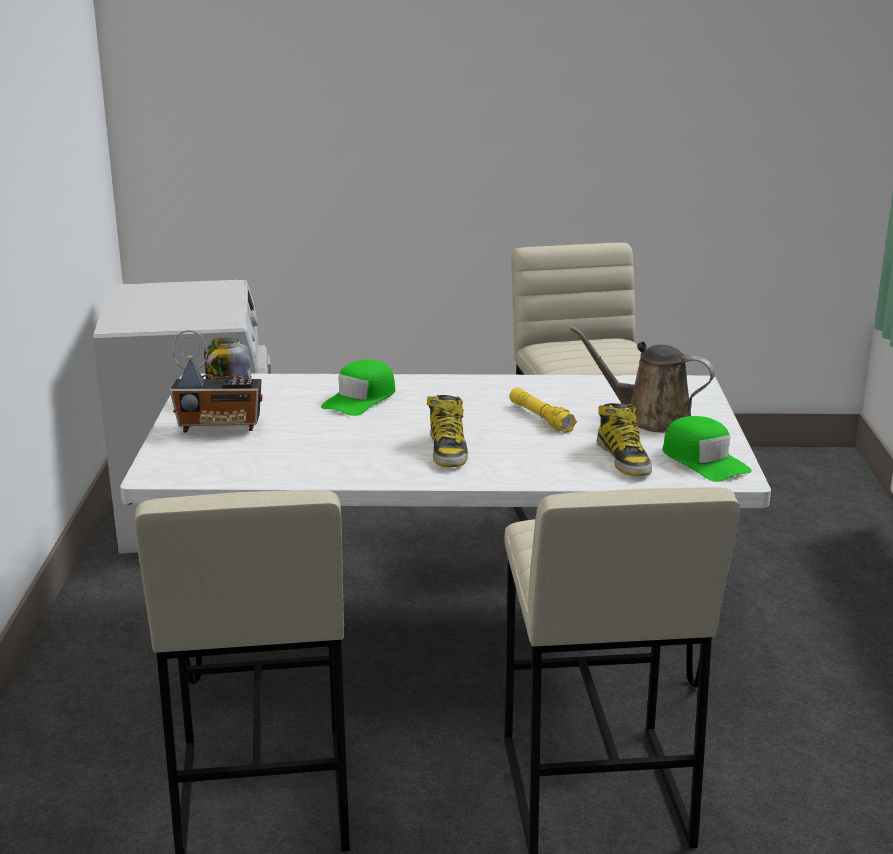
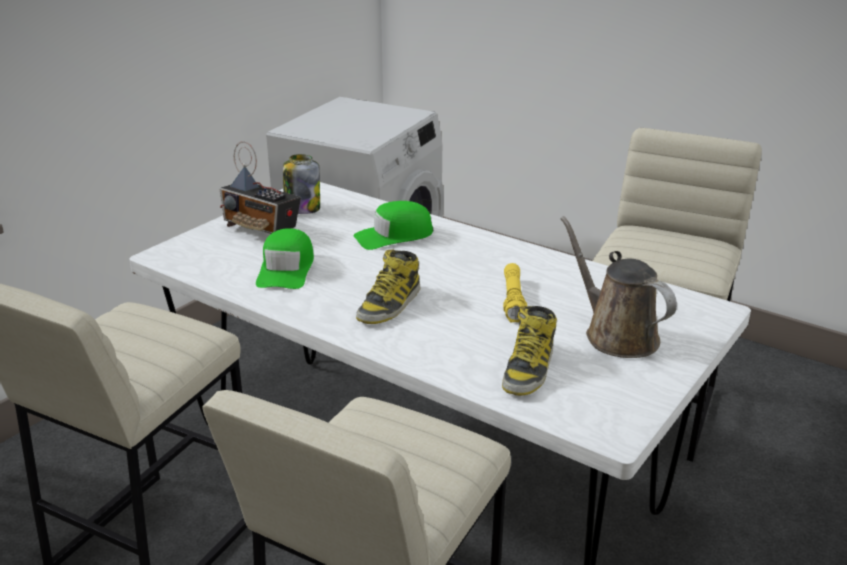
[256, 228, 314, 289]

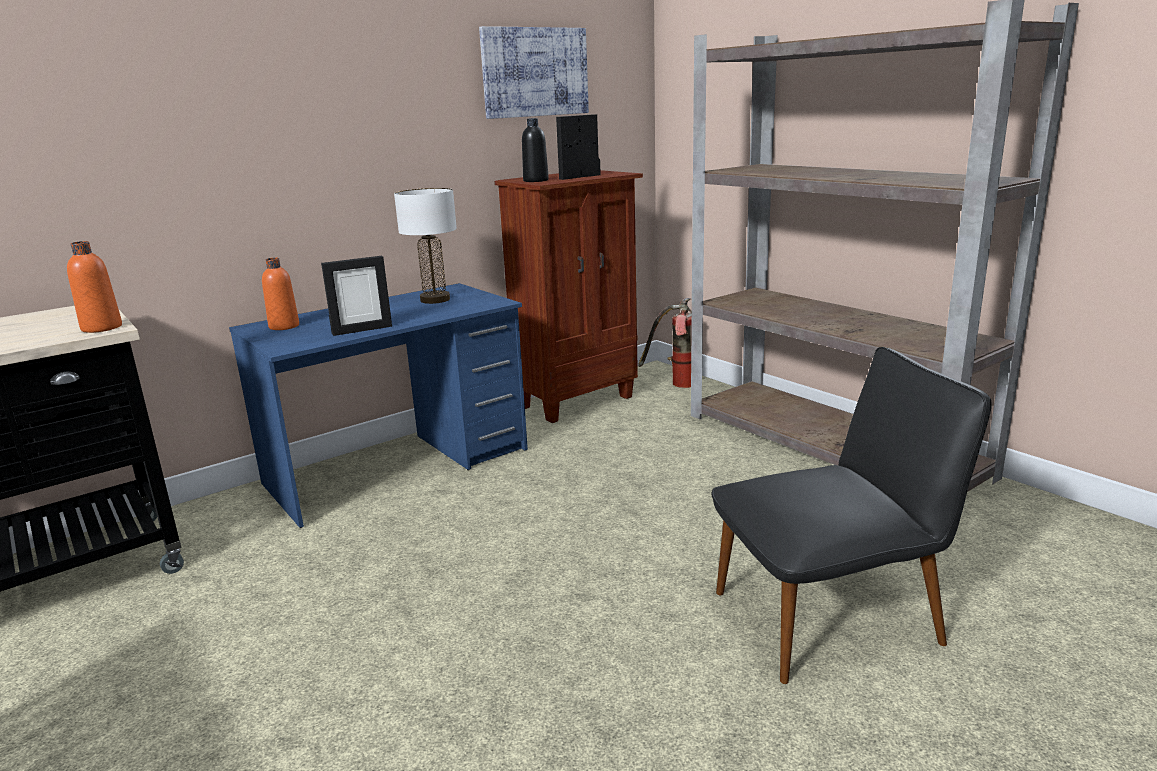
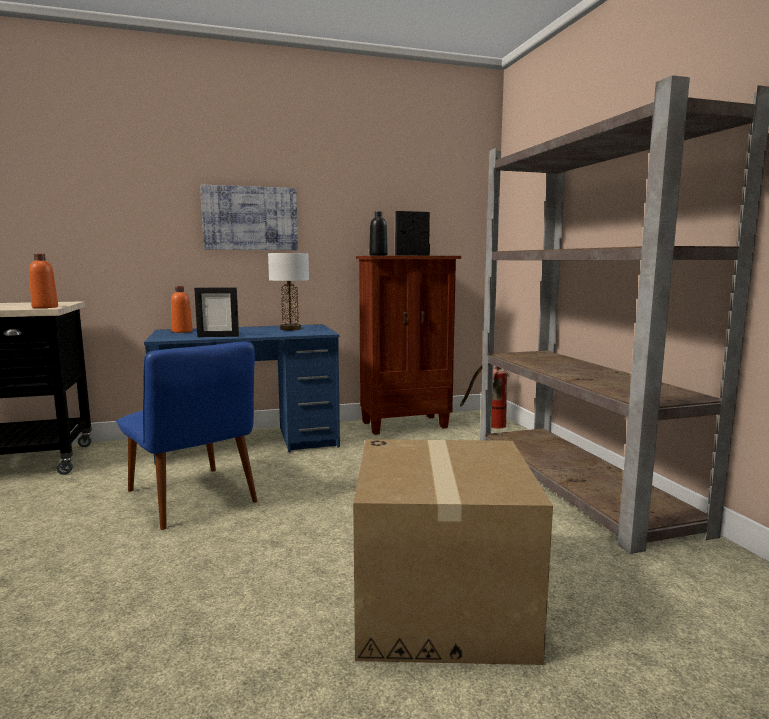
[116, 342, 257, 530]
[200, 184, 298, 250]
[353, 439, 553, 665]

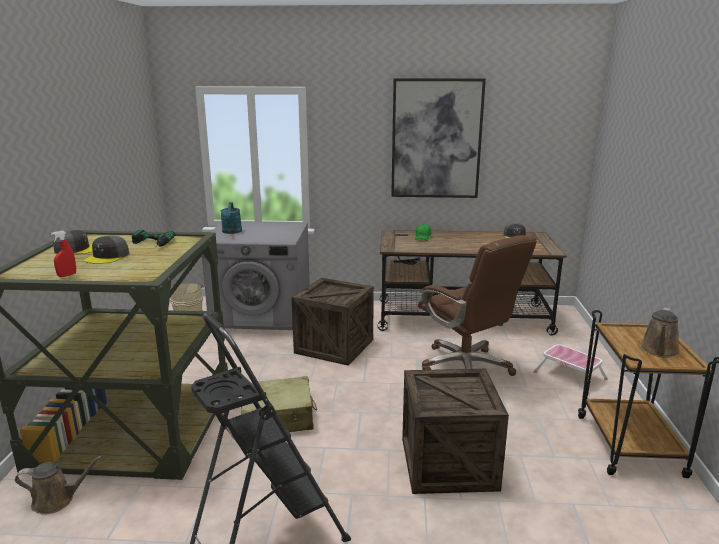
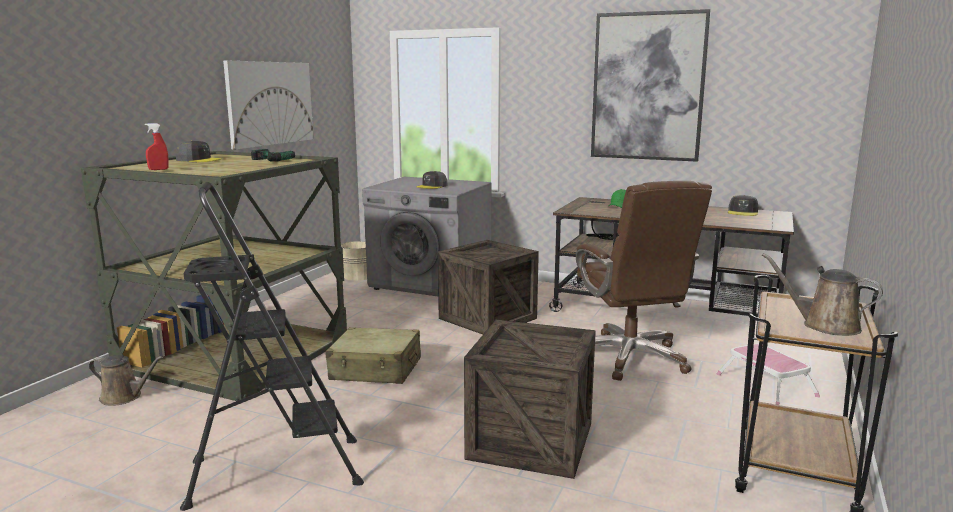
[220, 202, 242, 234] (first image)
[223, 60, 313, 150]
[417, 171, 448, 189]
[762, 253, 883, 336]

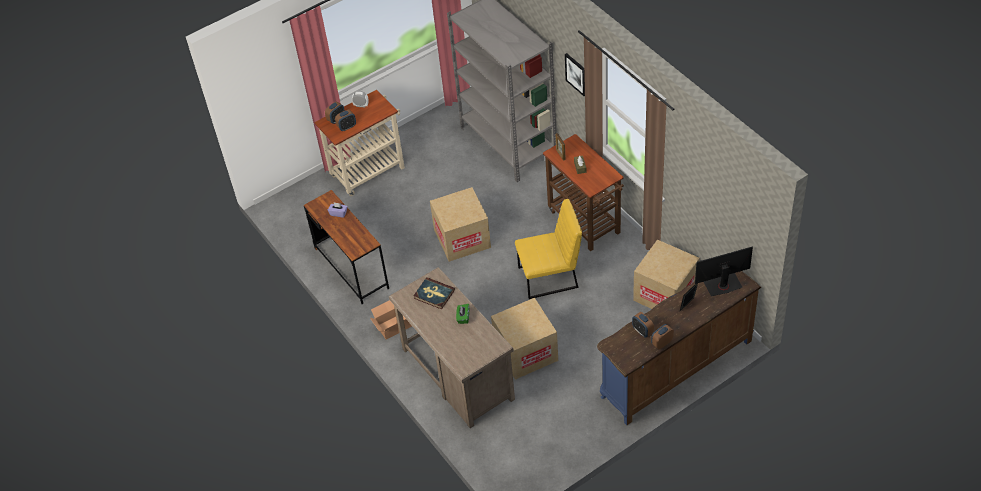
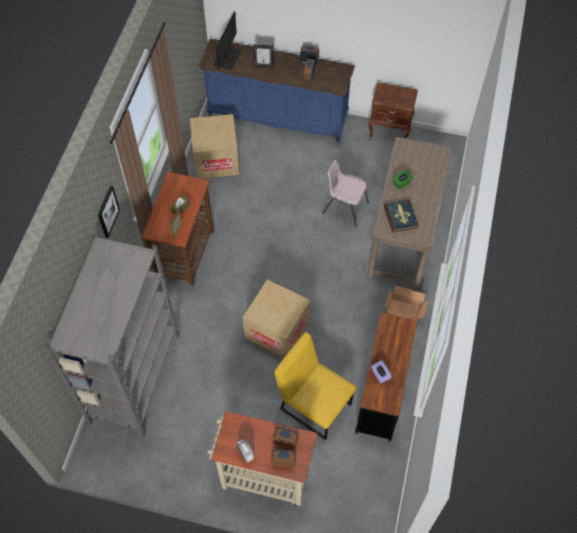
[368, 83, 418, 141]
[274, 332, 356, 440]
[322, 160, 369, 228]
[213, 11, 242, 70]

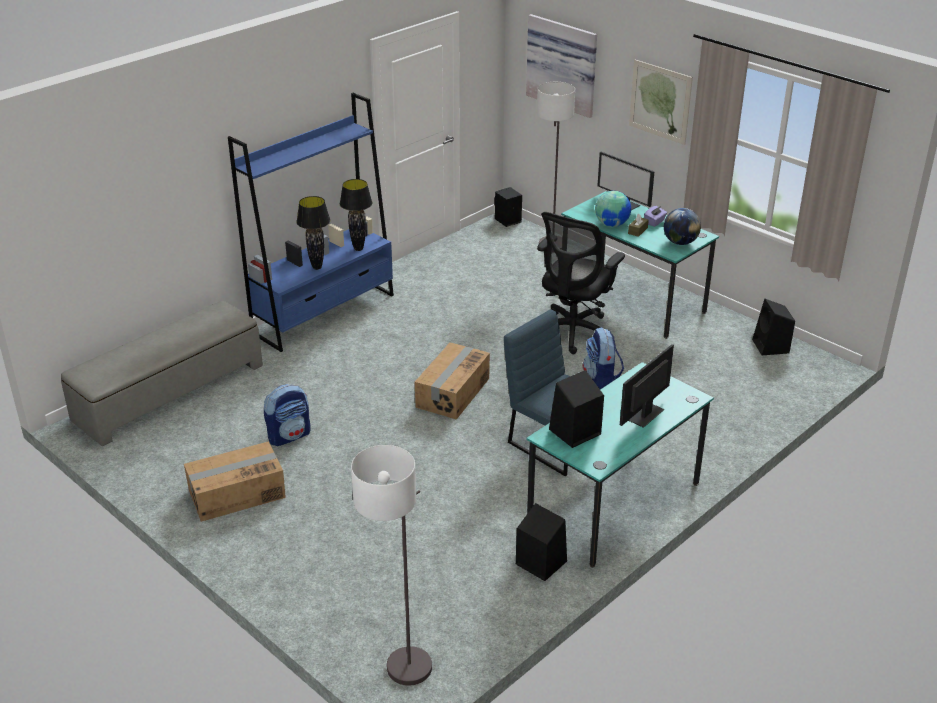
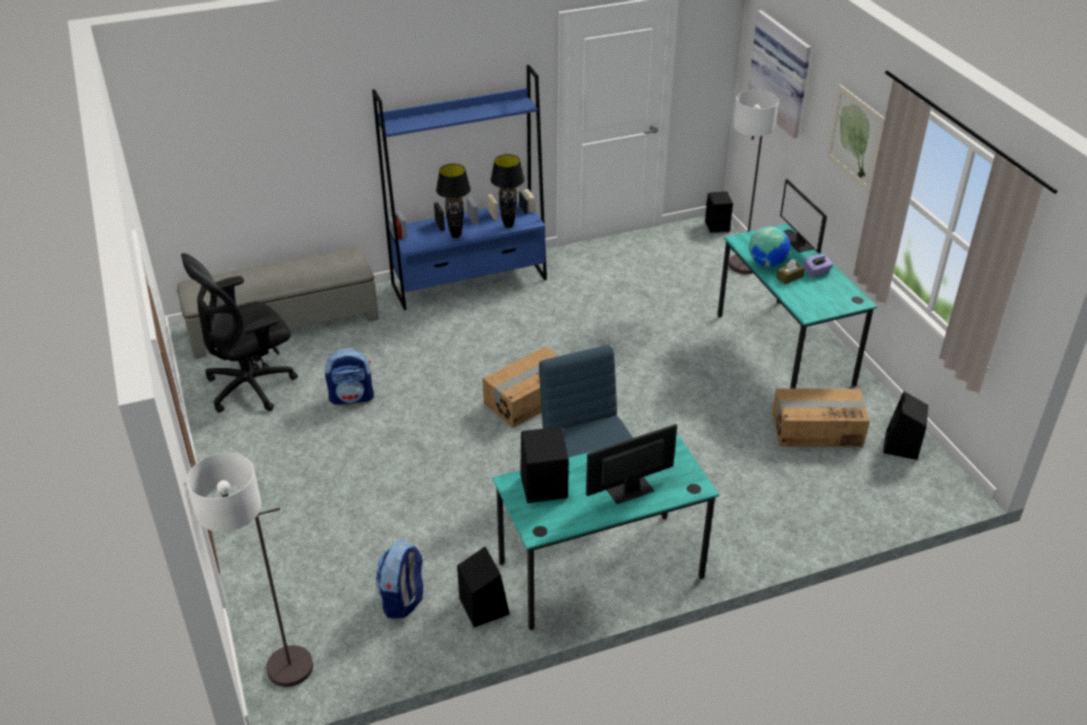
[664, 208, 701, 245] (first image)
[773, 388, 870, 447]
[181, 253, 298, 413]
[376, 540, 423, 618]

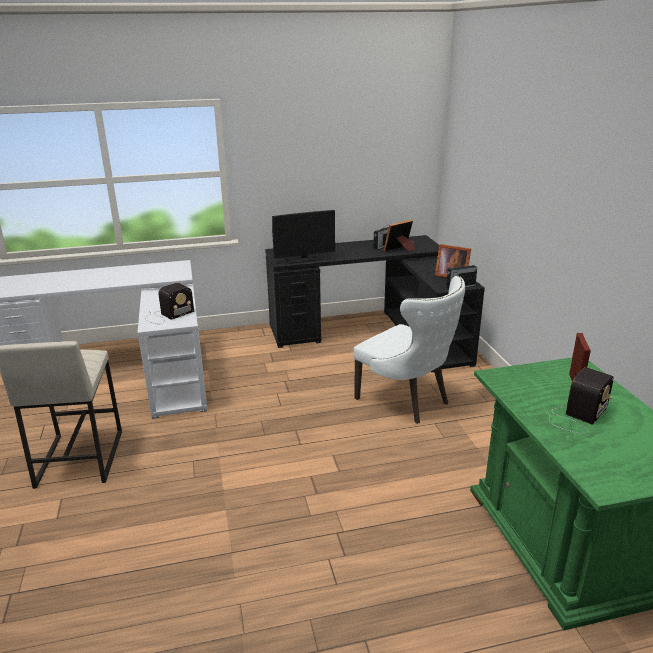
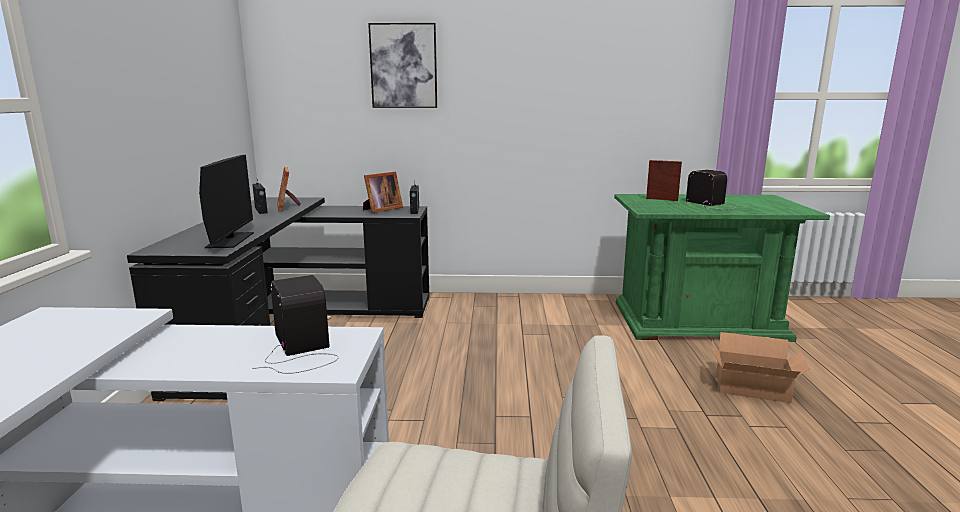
[354, 276, 465, 424] (first image)
[368, 23, 437, 108]
[712, 332, 810, 403]

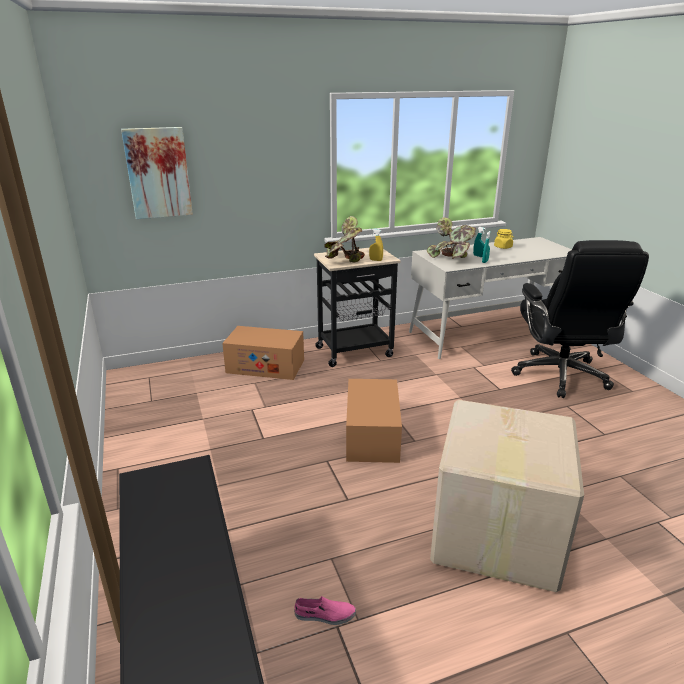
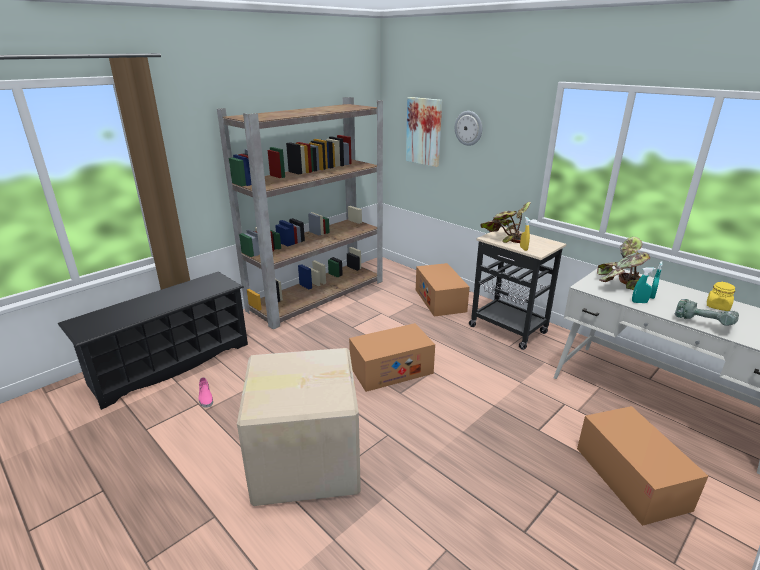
[217, 97, 383, 329]
[455, 111, 482, 146]
[675, 299, 739, 326]
[577, 406, 708, 526]

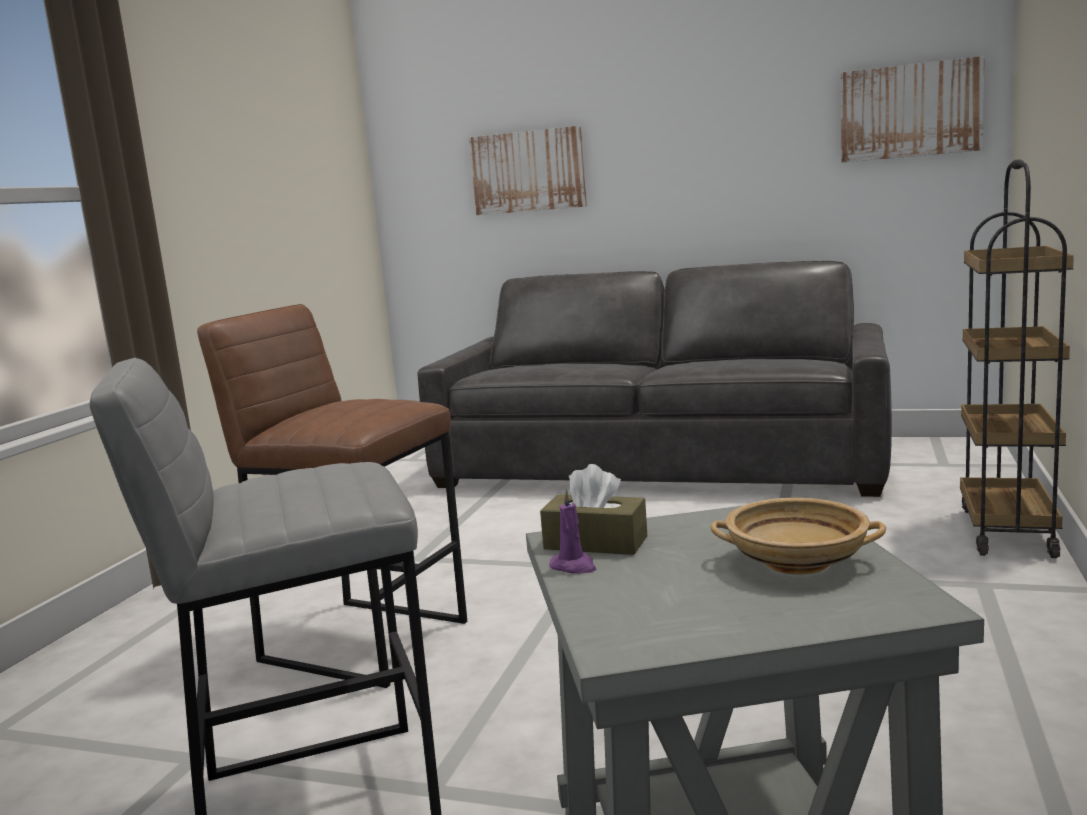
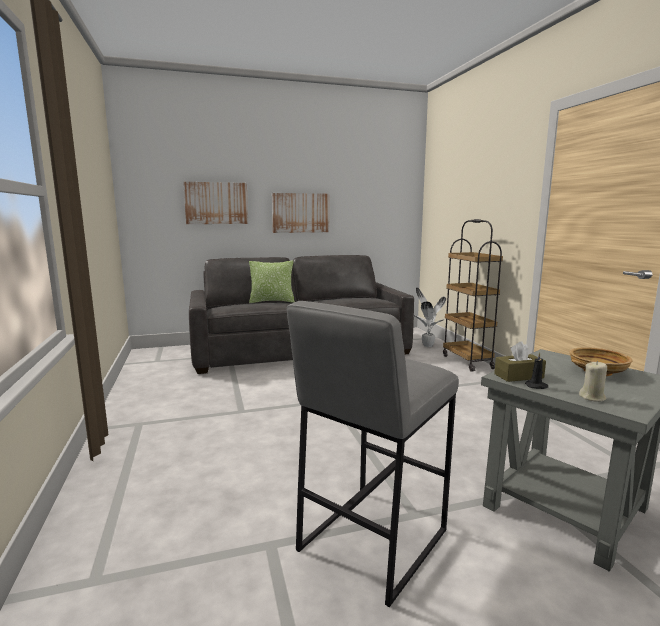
[197, 304, 467, 688] (first image)
[249, 260, 295, 303]
[414, 287, 446, 347]
[579, 361, 607, 402]
[272, 193, 329, 233]
[525, 352, 548, 389]

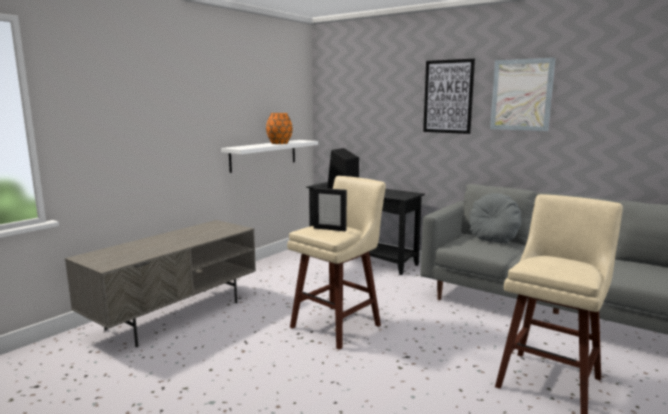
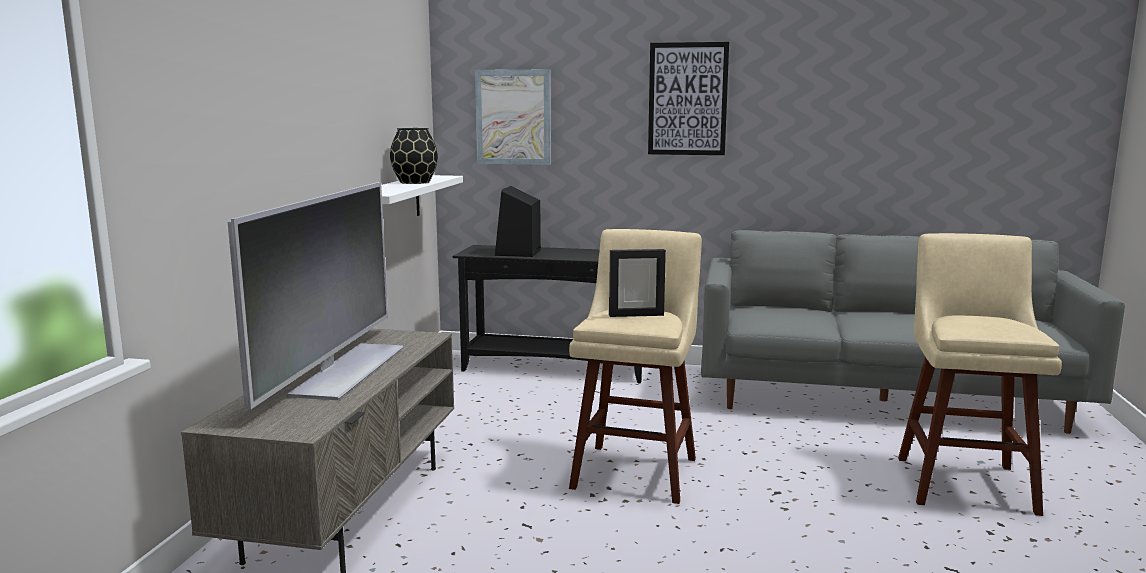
[469, 193, 521, 243] (first image)
[228, 182, 404, 409]
[475, 69, 551, 165]
[390, 128, 438, 184]

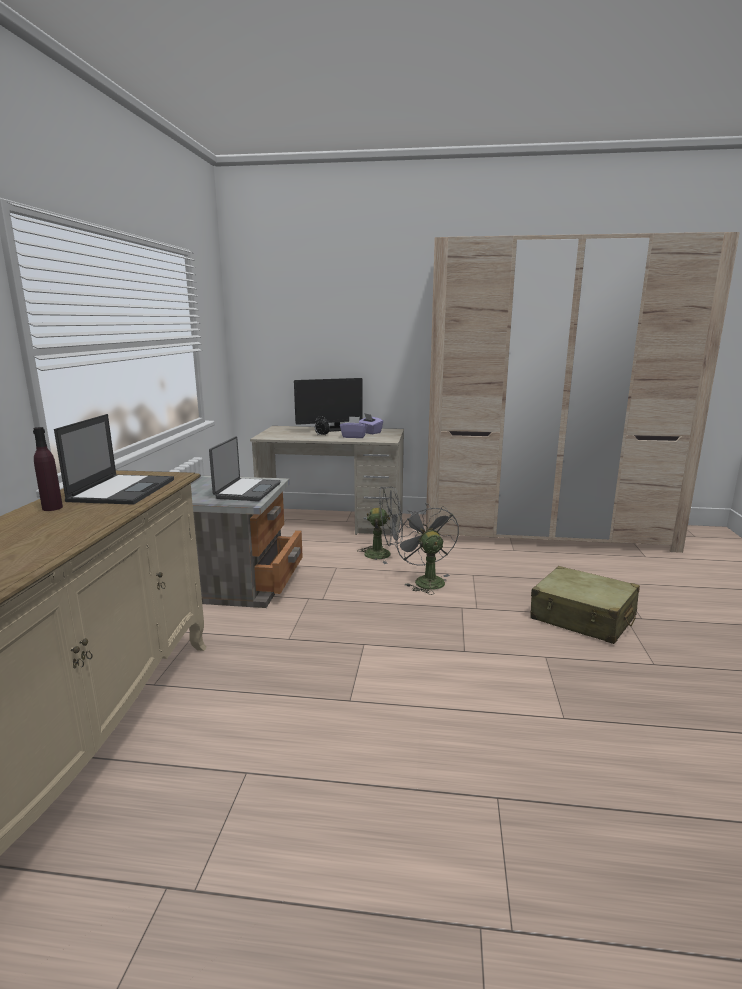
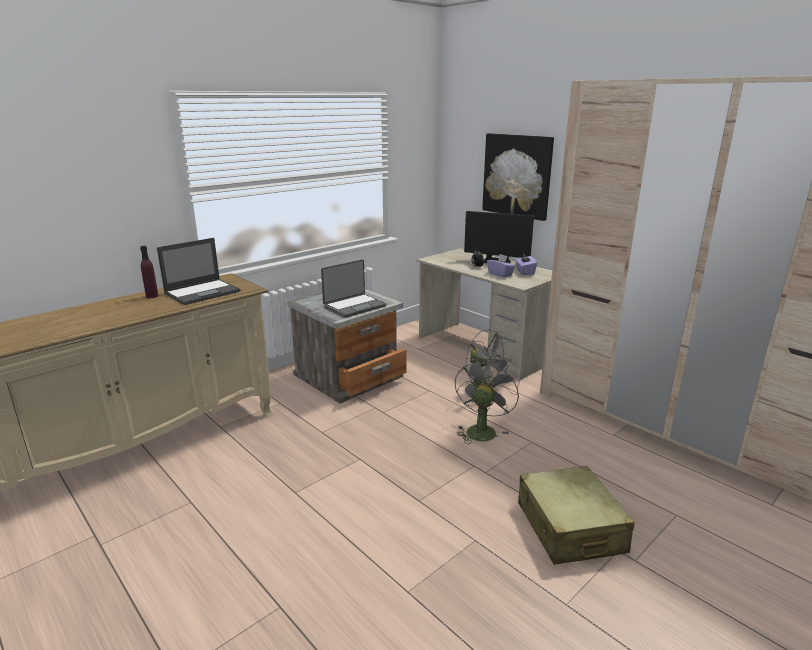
[482, 133, 554, 221]

